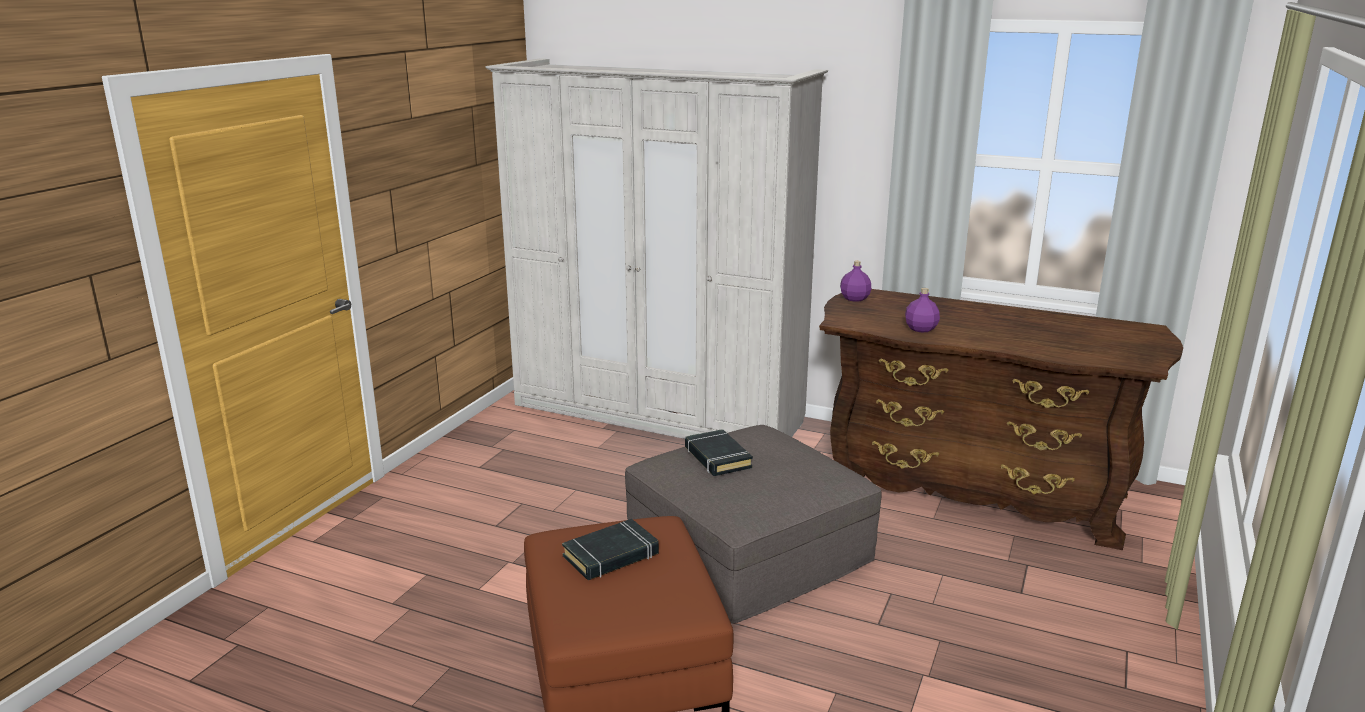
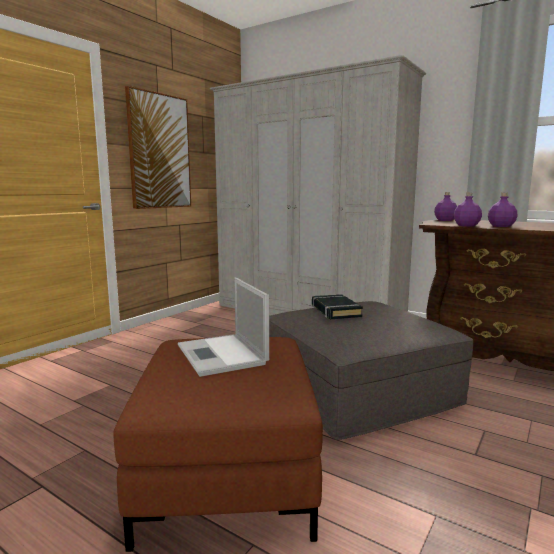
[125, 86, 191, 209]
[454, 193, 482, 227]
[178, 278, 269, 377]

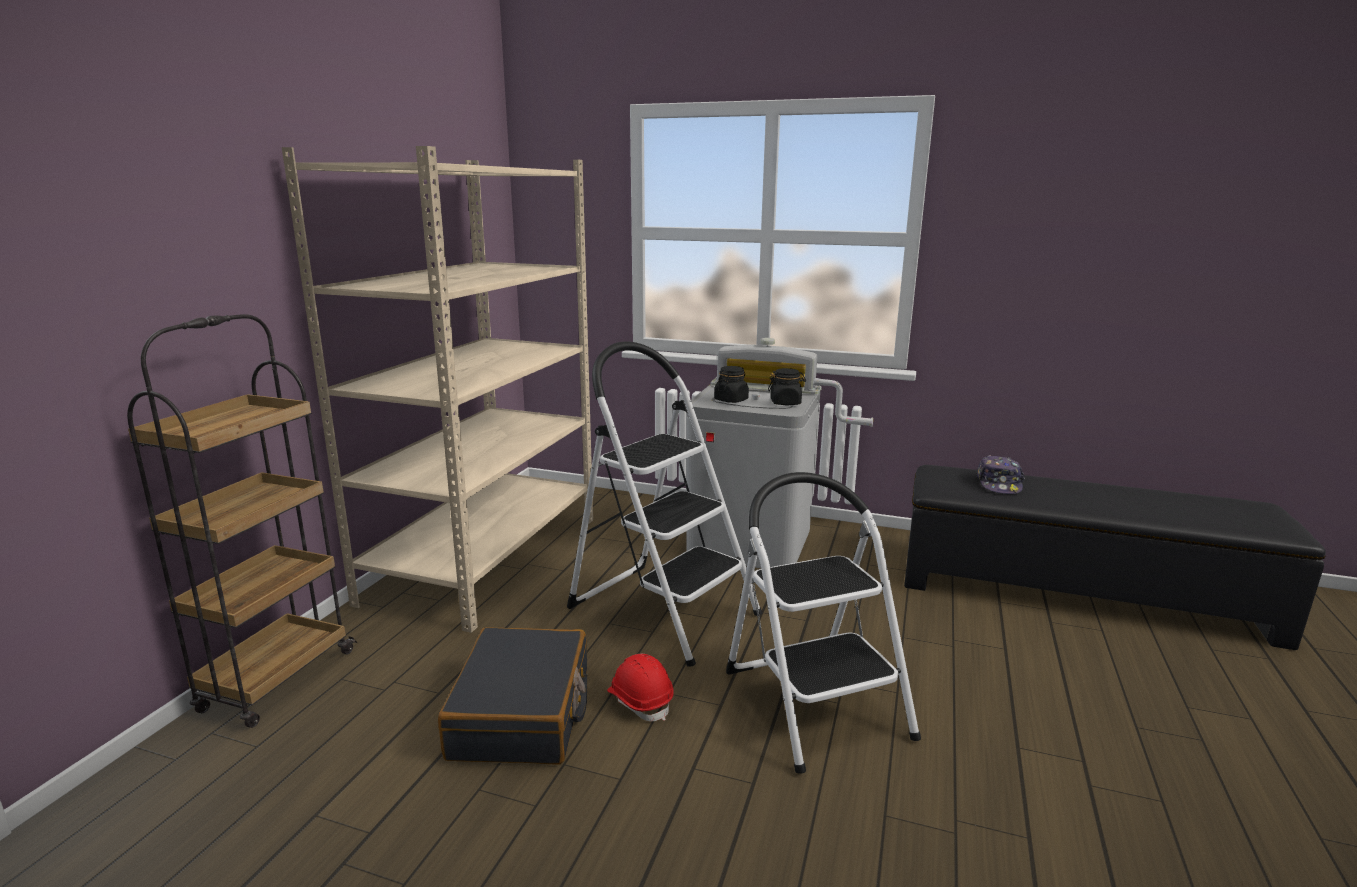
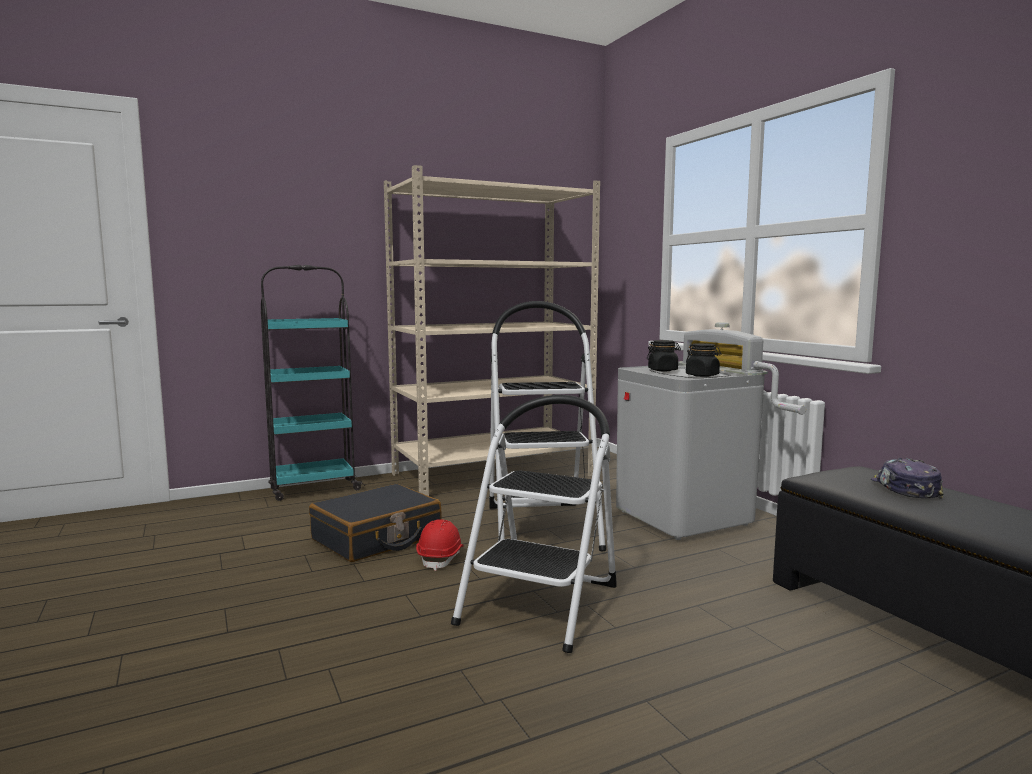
[261, 265, 365, 501]
[871, 458, 944, 499]

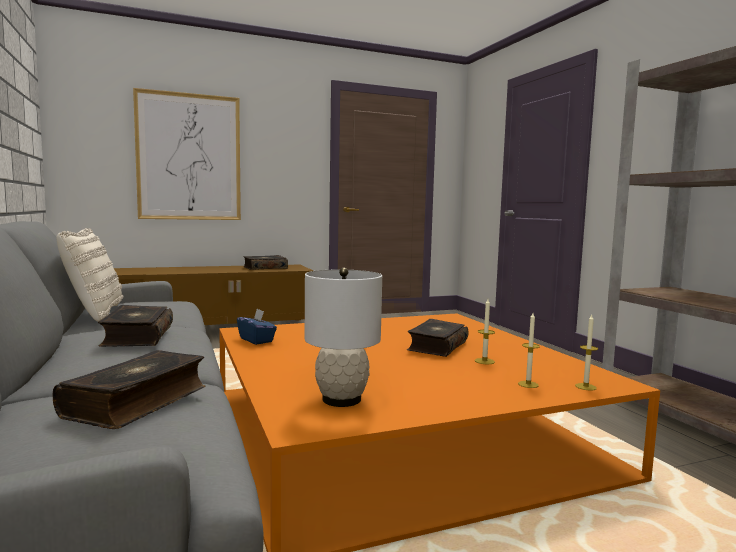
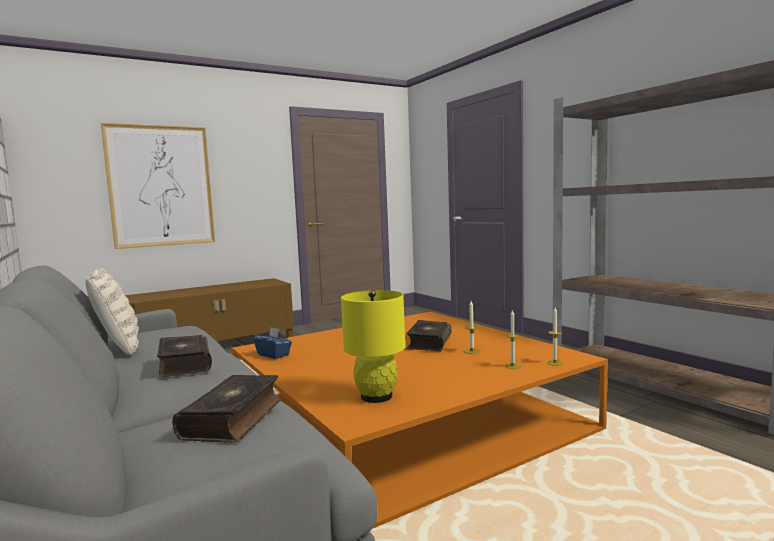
[243, 255, 288, 270] (first image)
[341, 290, 405, 403]

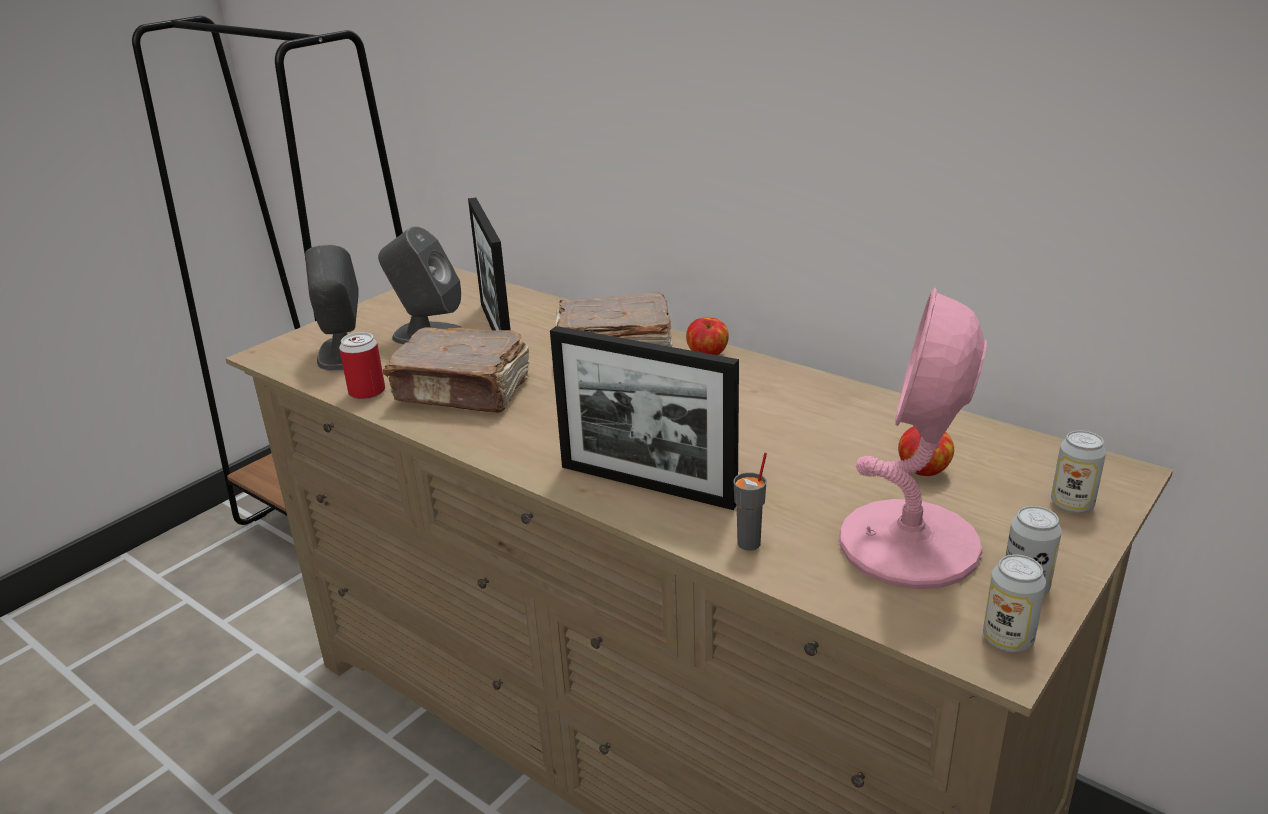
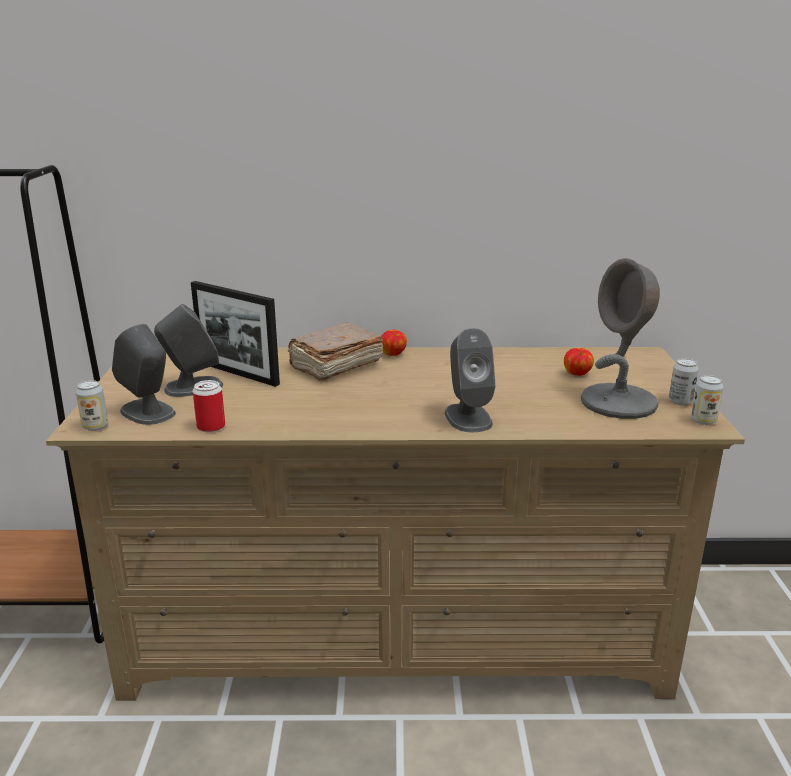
[383, 327, 529, 413] (first image)
[733, 453, 767, 551] (first image)
[76, 380, 108, 431]
[445, 328, 496, 432]
[581, 258, 660, 419]

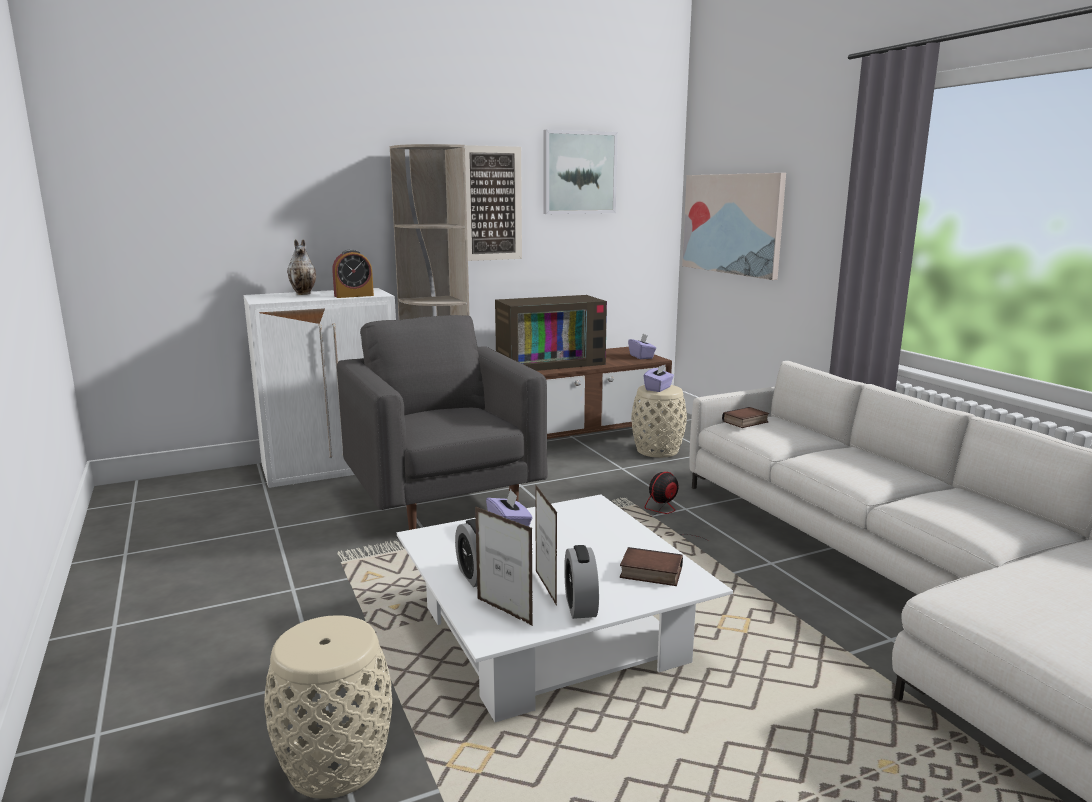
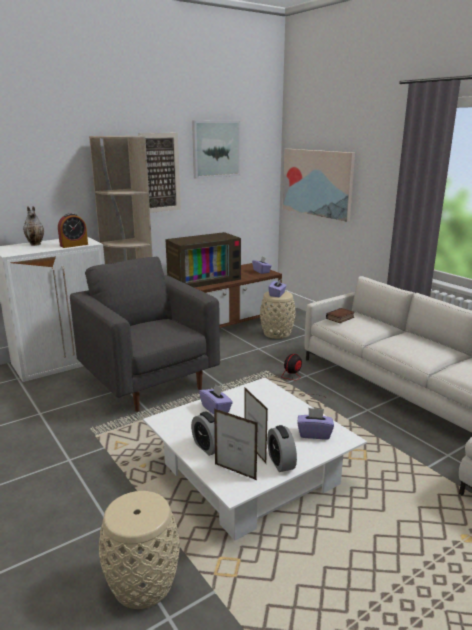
[297, 408, 334, 440]

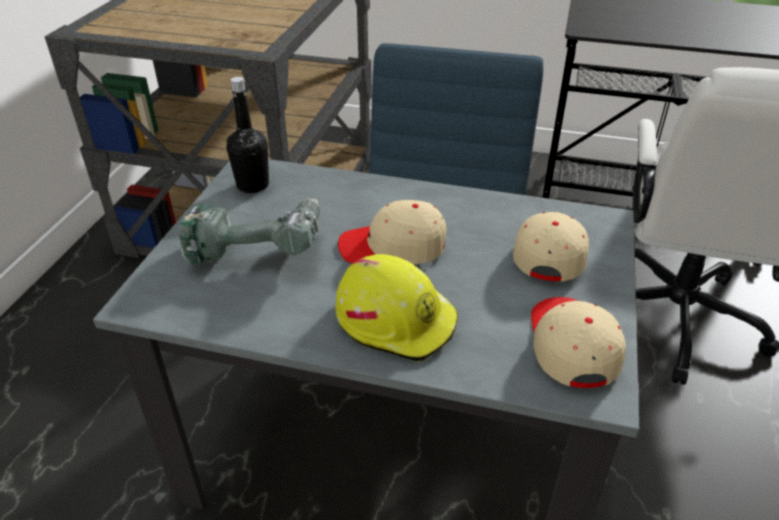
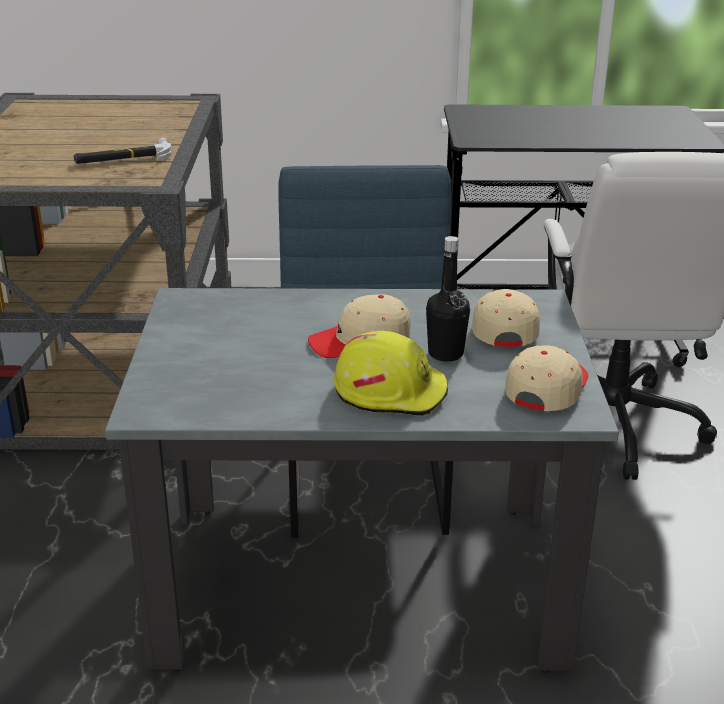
[179, 198, 320, 264] (first image)
[74, 138, 172, 164]
[426, 236, 470, 362]
[505, 345, 588, 411]

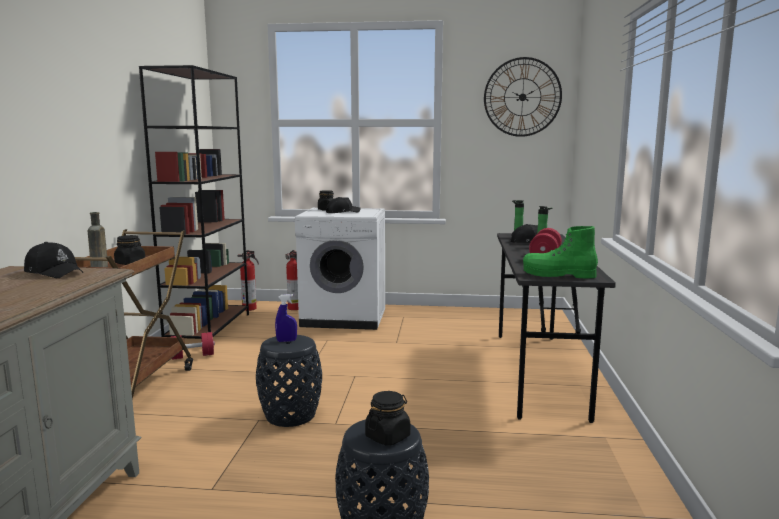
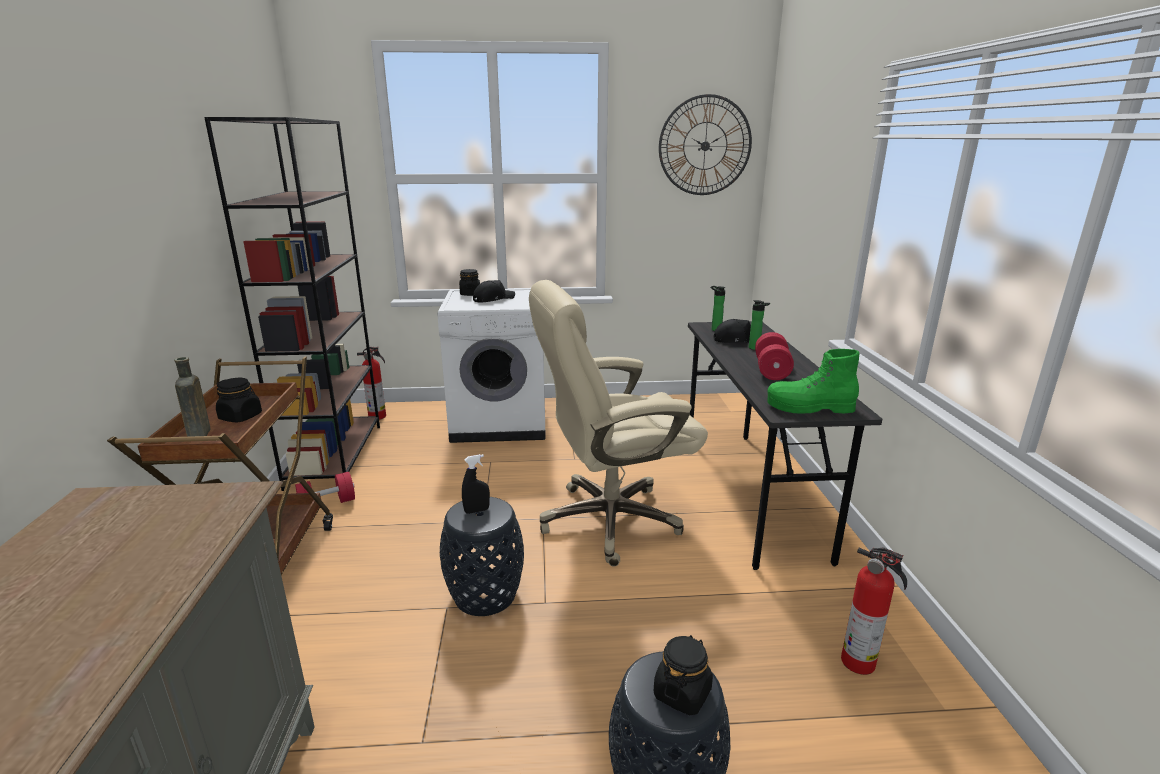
[24, 242, 83, 278] (first image)
[529, 280, 708, 567]
[841, 547, 907, 675]
[462, 454, 490, 514]

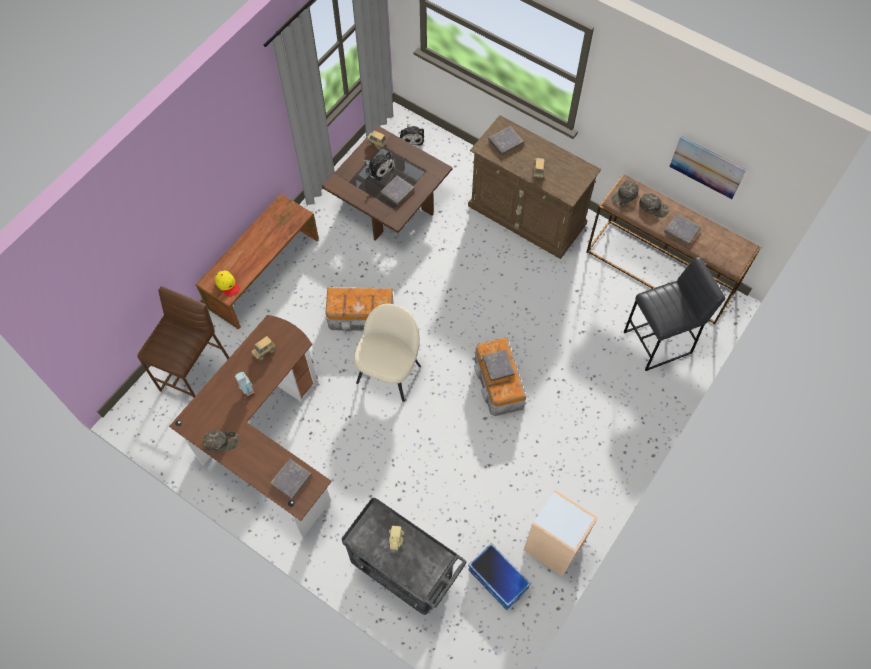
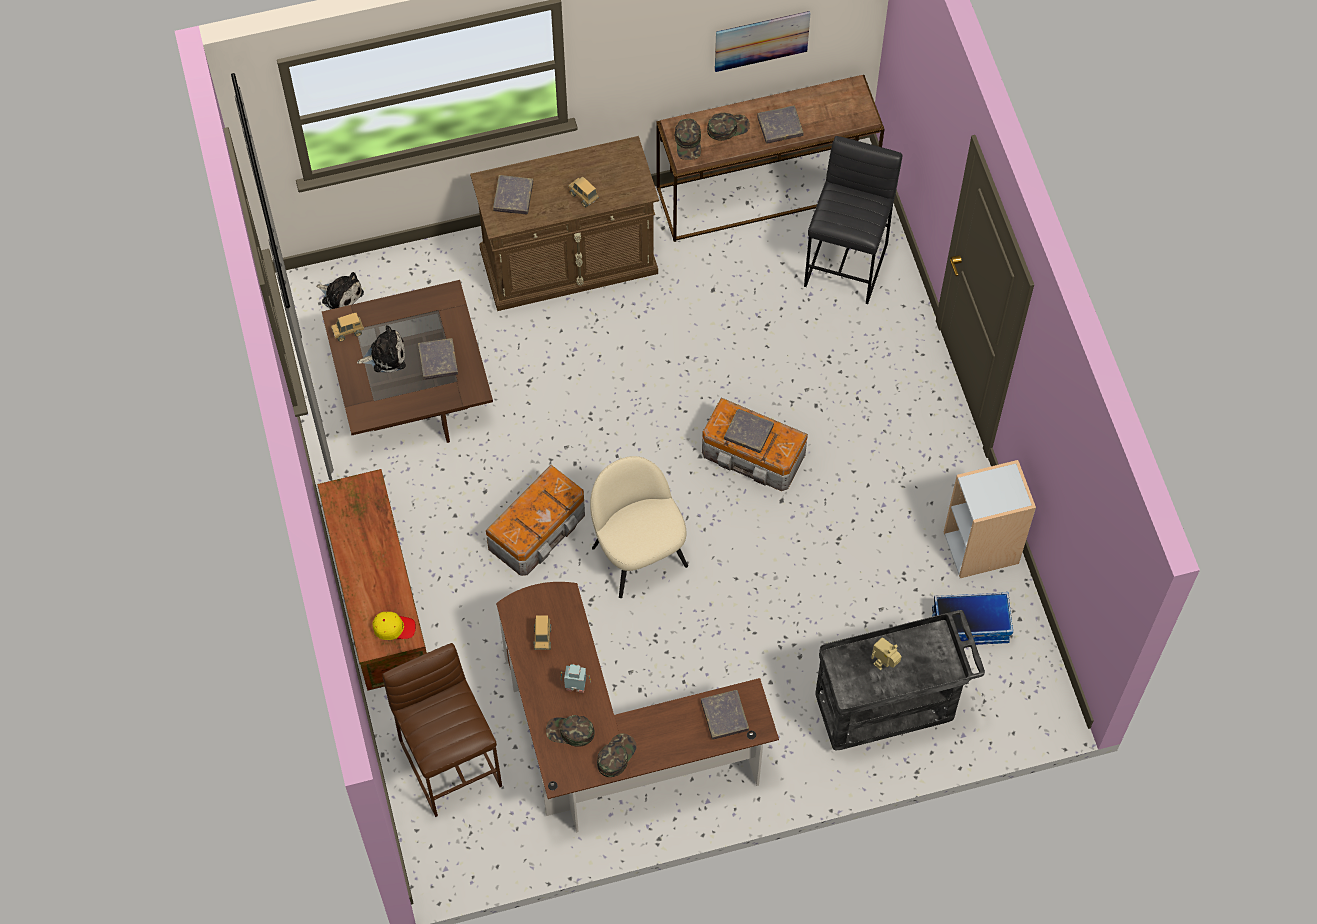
[546, 715, 595, 747]

